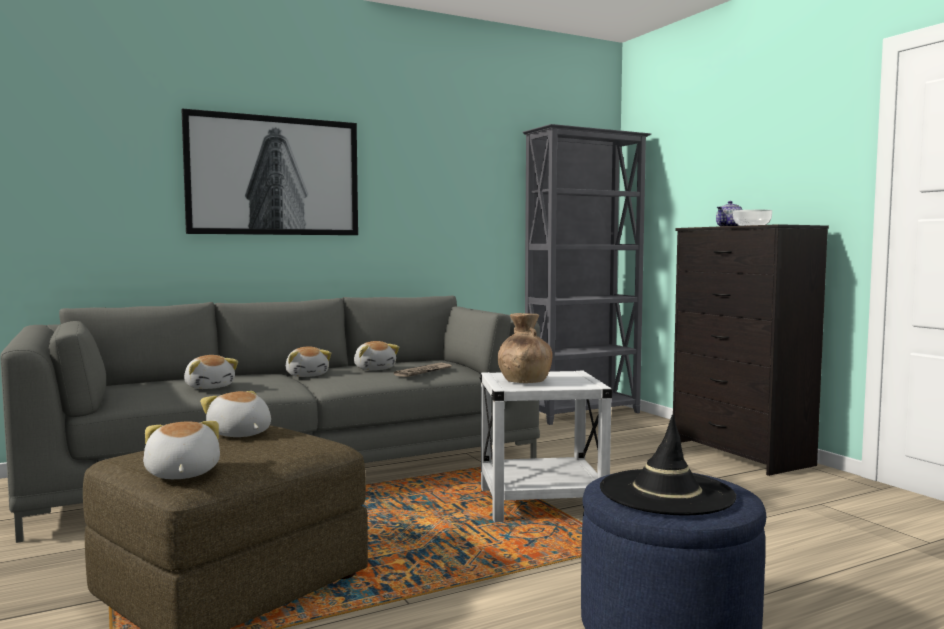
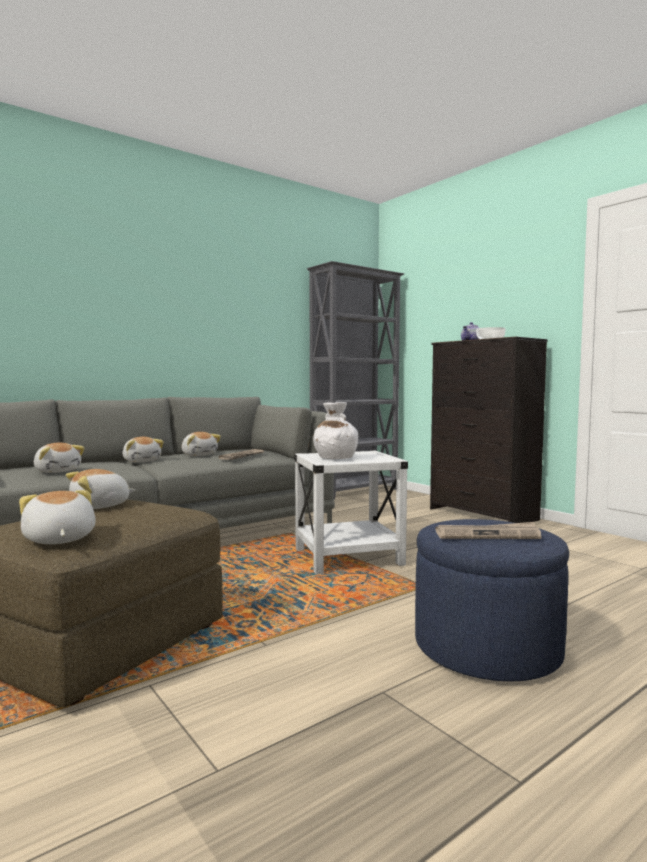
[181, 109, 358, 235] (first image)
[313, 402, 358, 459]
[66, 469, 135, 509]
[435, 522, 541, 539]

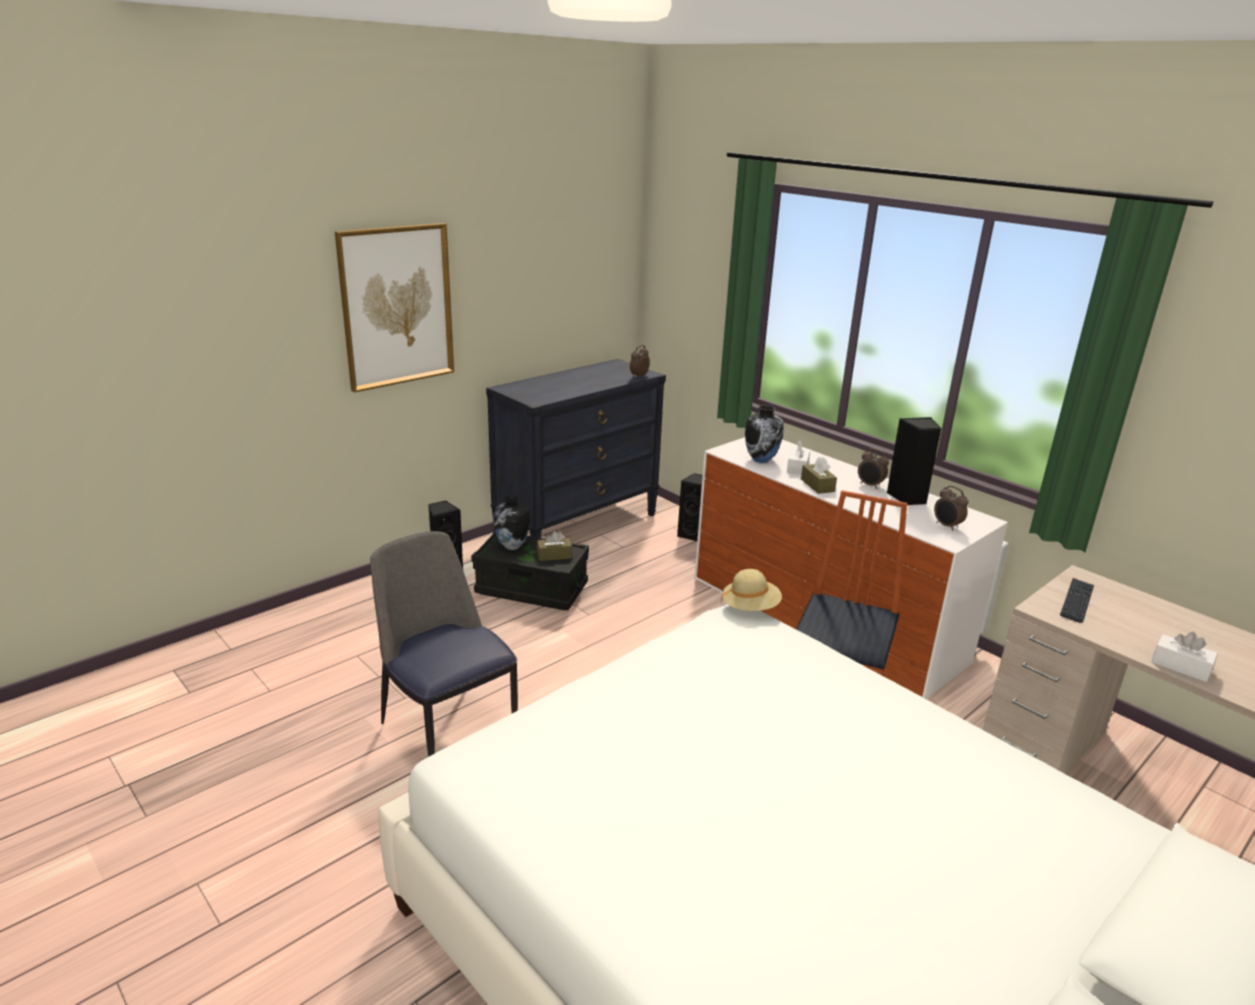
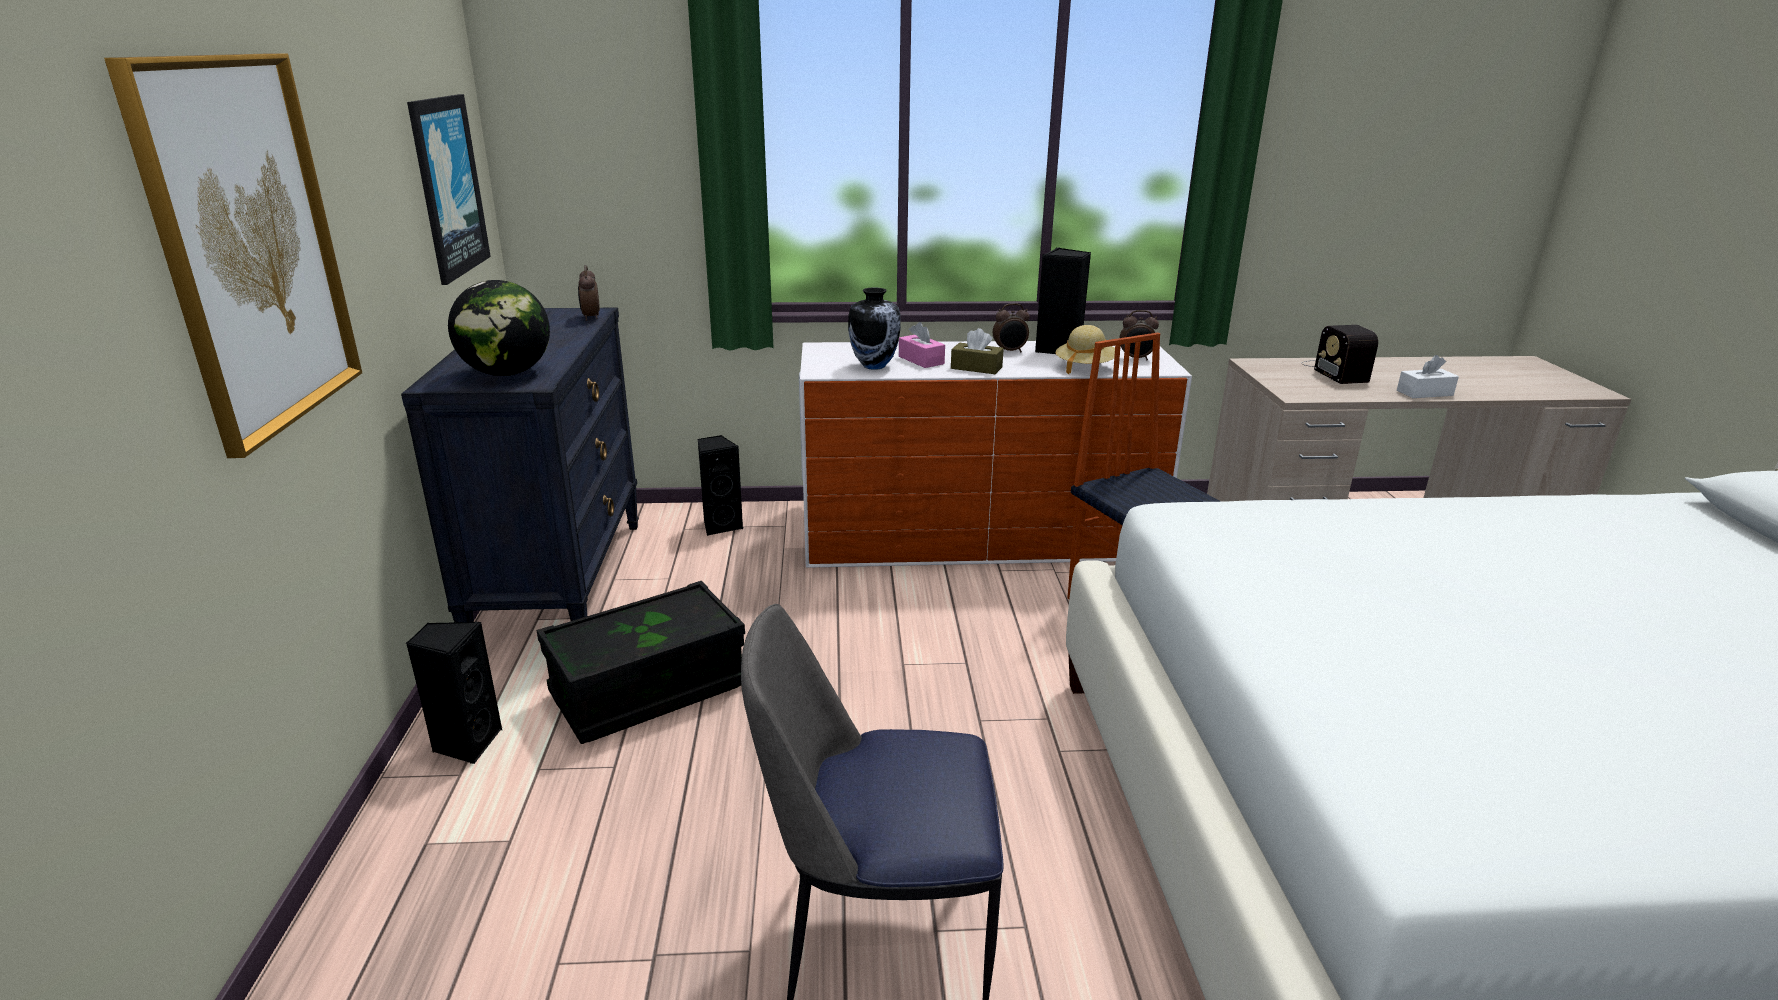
[899, 322, 945, 368]
[494, 495, 530, 550] (first image)
[537, 531, 572, 561] (first image)
[1056, 325, 1115, 374]
[1060, 578, 1094, 623] (first image)
[407, 94, 491, 285]
[448, 280, 550, 376]
[1301, 325, 1378, 384]

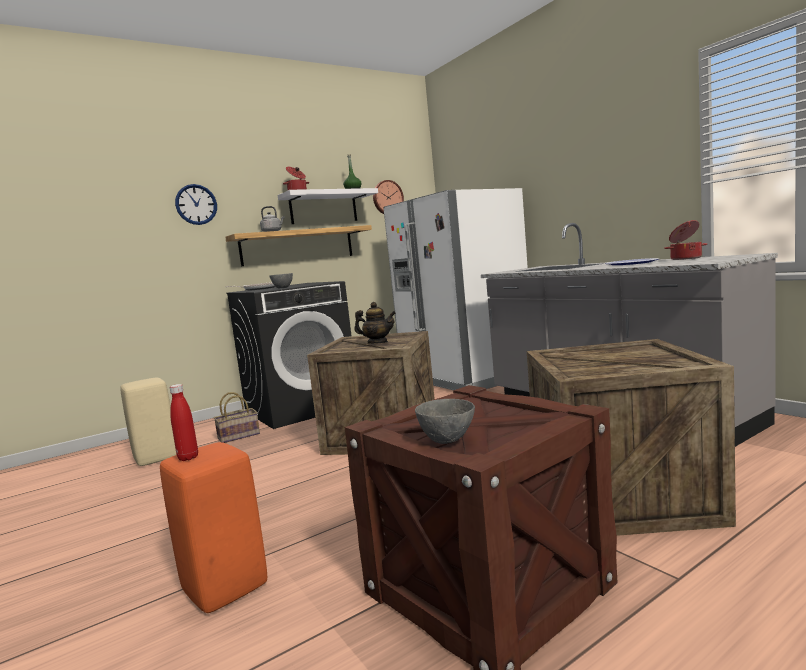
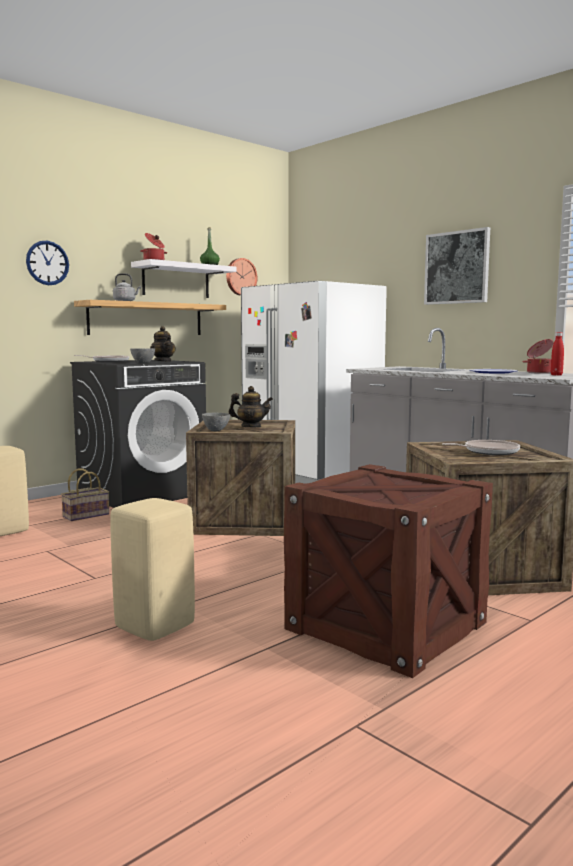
[551, 332, 564, 376]
[202, 413, 230, 431]
[110, 498, 195, 641]
[424, 227, 490, 305]
[150, 326, 176, 362]
[443, 440, 520, 455]

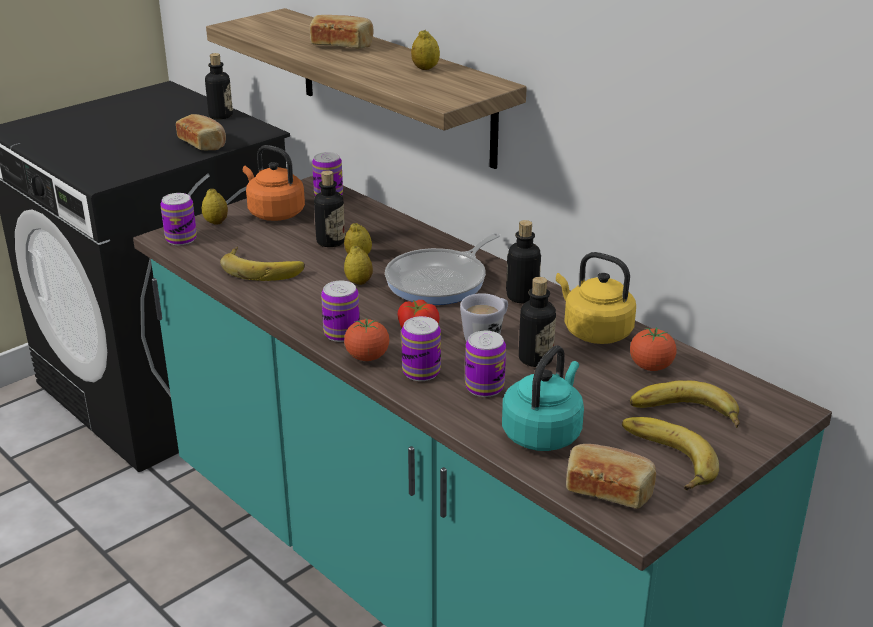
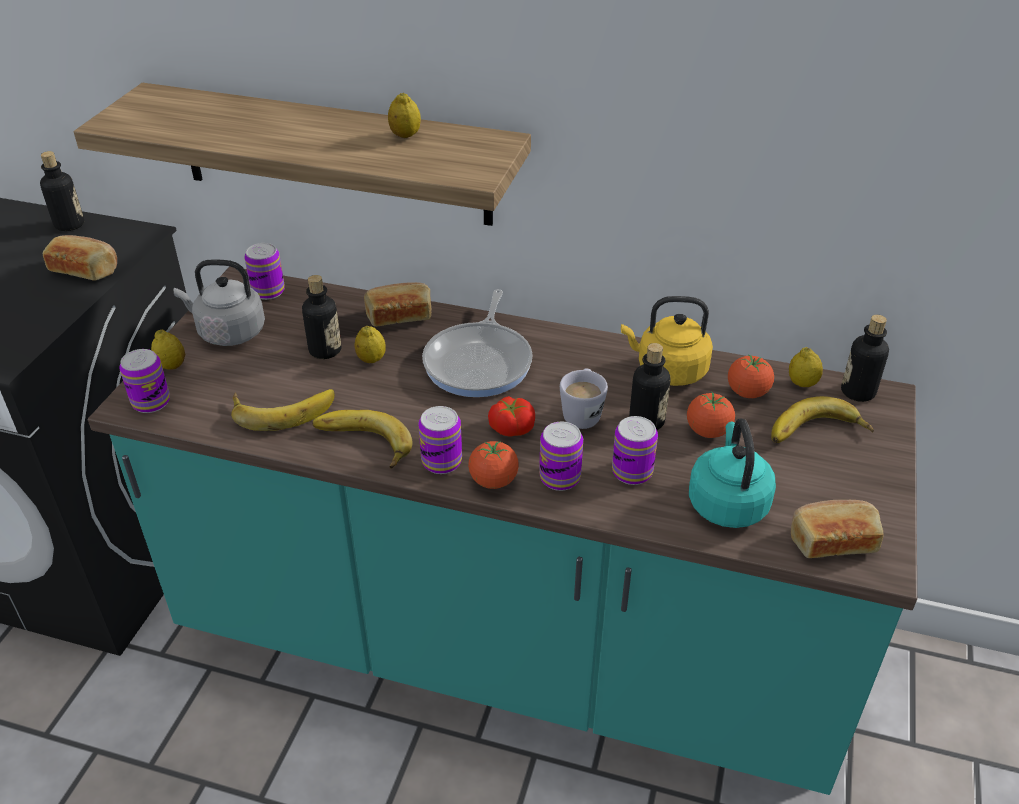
[364, 282, 431, 327]
[174, 260, 265, 346]
[841, 315, 889, 402]
[789, 347, 823, 387]
[312, 410, 413, 469]
[687, 392, 735, 438]

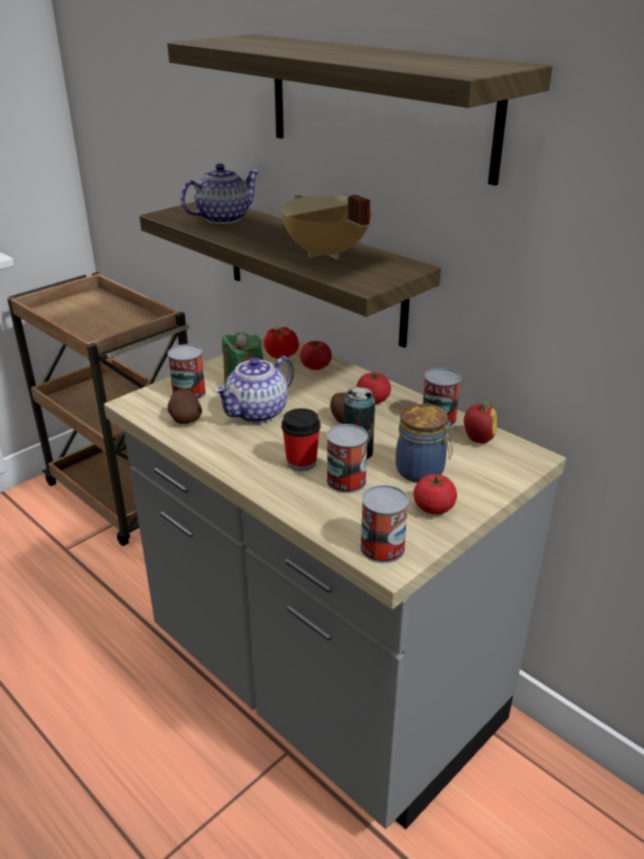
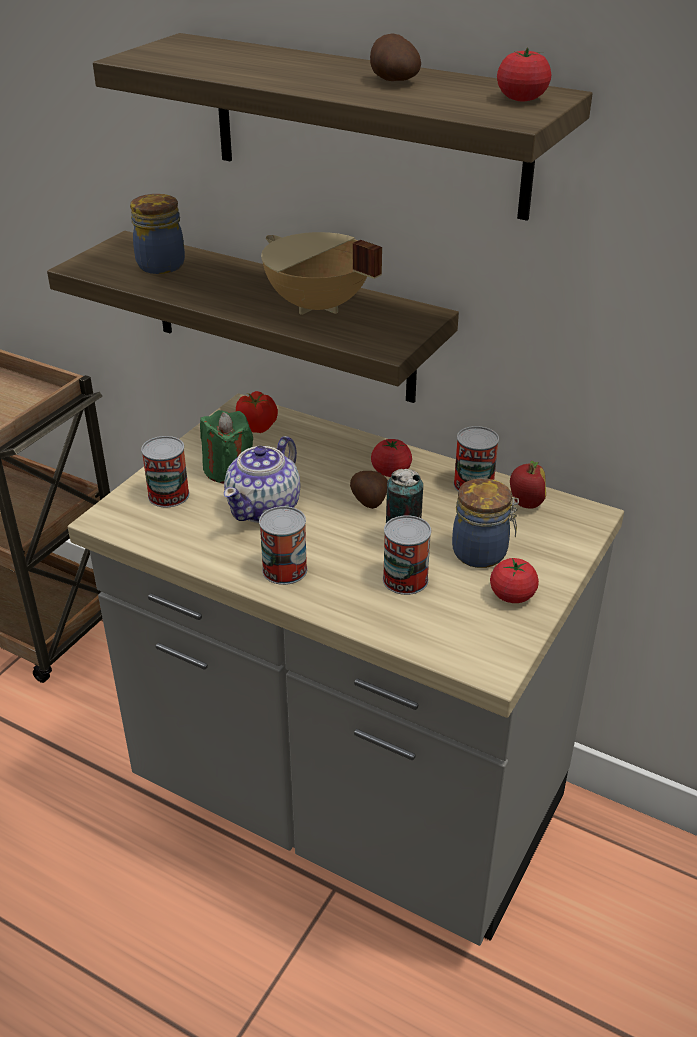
[130, 194, 185, 274]
[497, 48, 551, 102]
[370, 34, 421, 81]
[281, 408, 321, 471] (first image)
[259, 506, 307, 585]

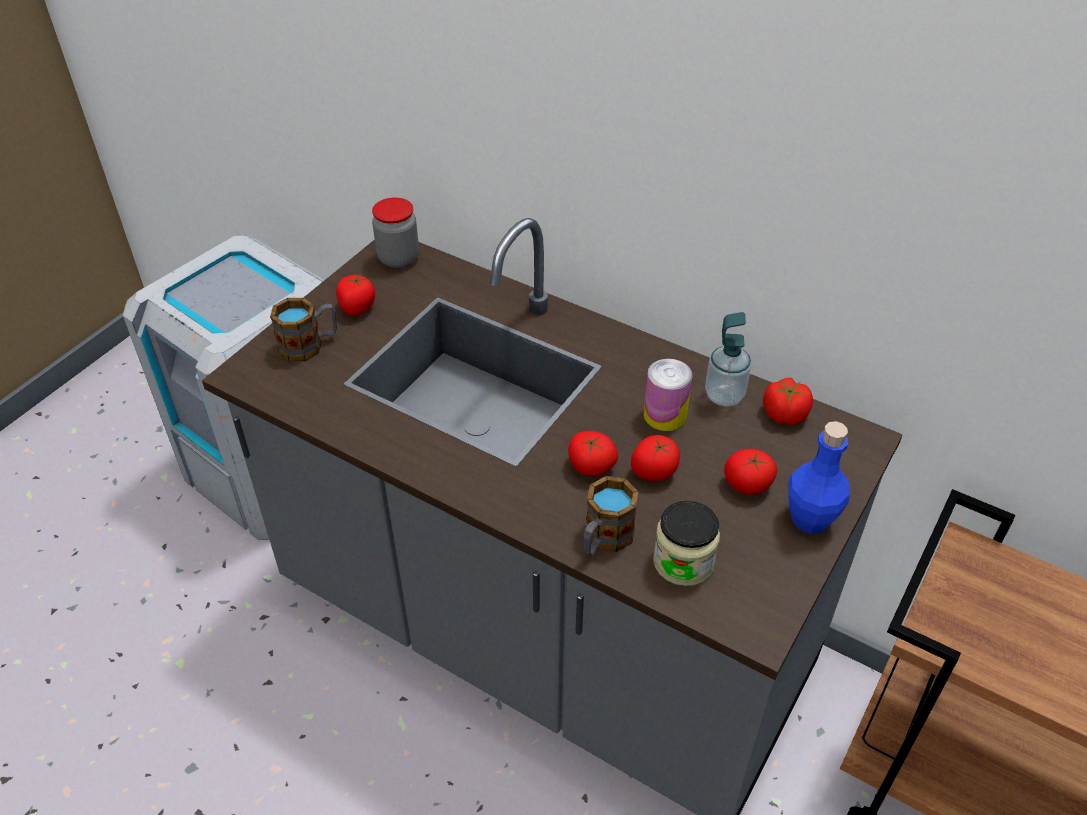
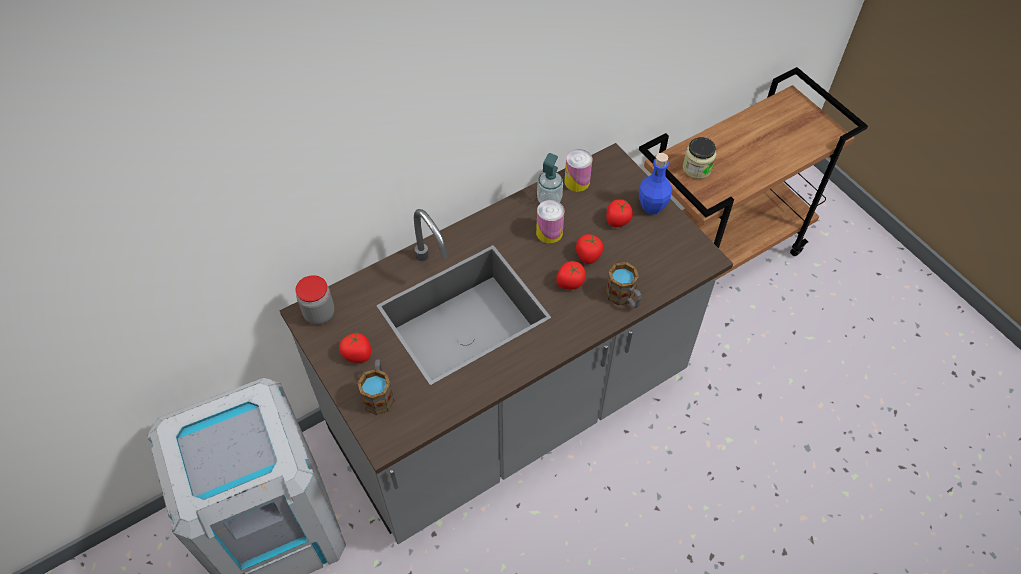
[565, 149, 592, 192]
[683, 137, 716, 179]

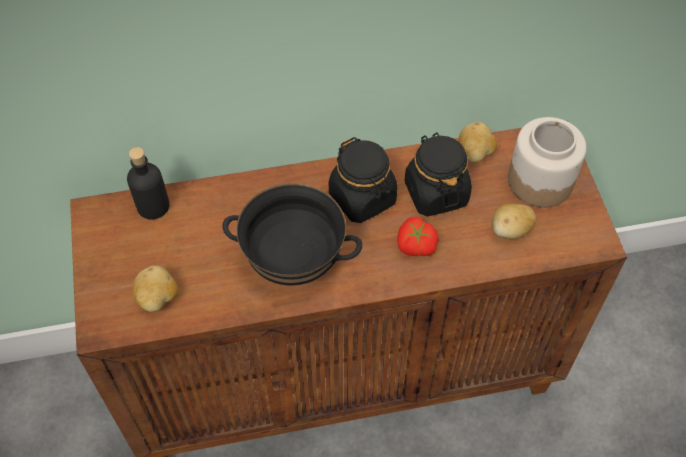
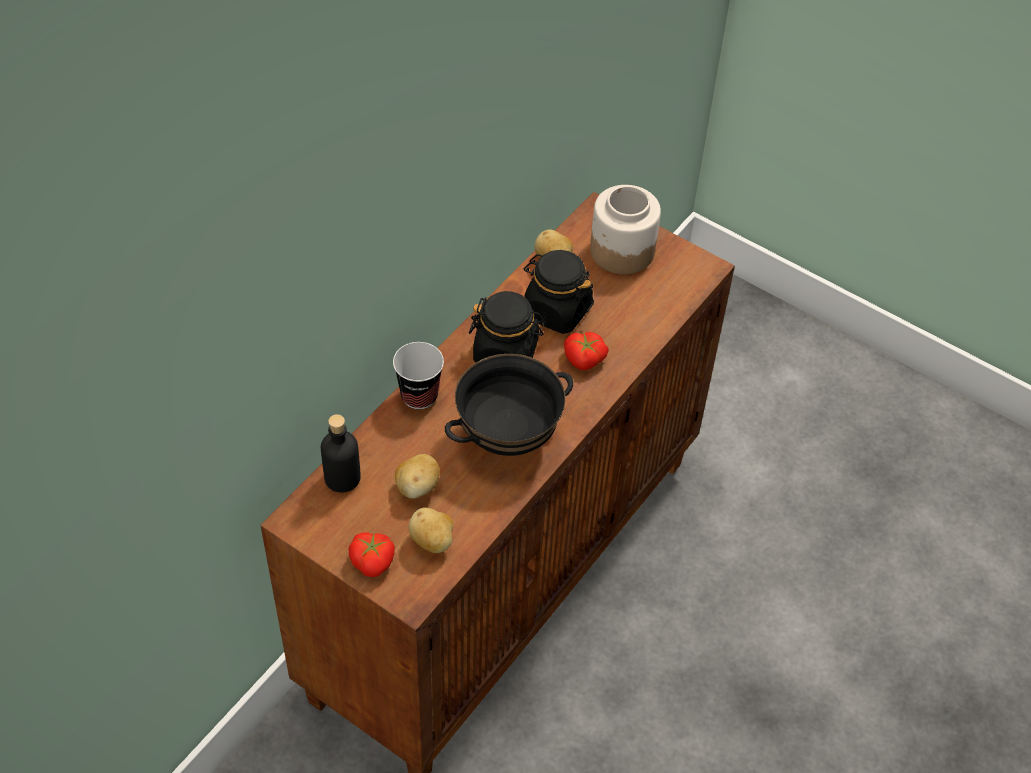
[395, 454, 440, 499]
[393, 342, 444, 409]
[349, 532, 395, 577]

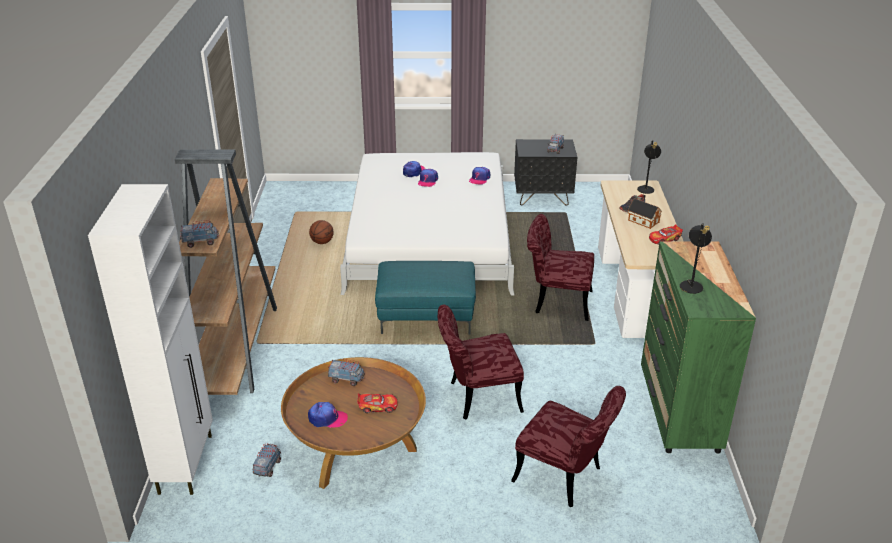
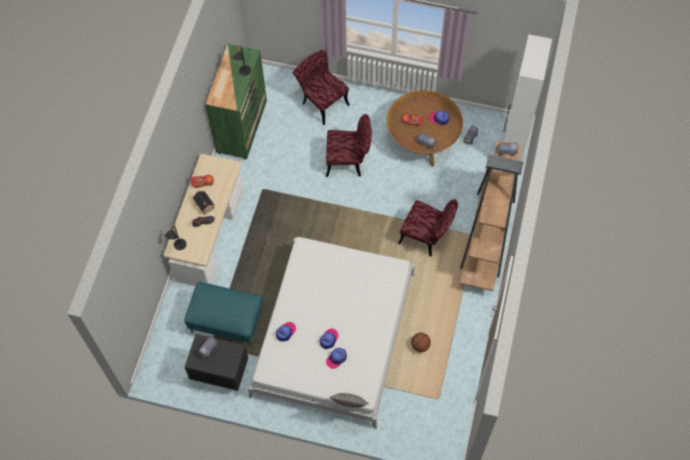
[398, 199, 458, 256]
[184, 282, 263, 346]
[330, 393, 369, 408]

